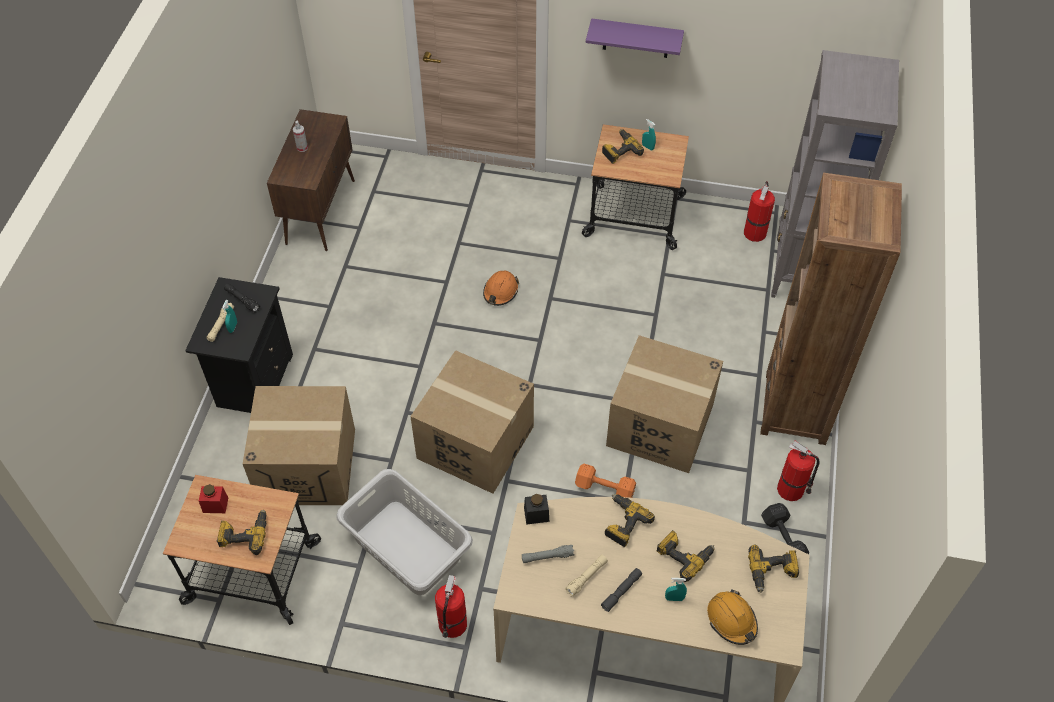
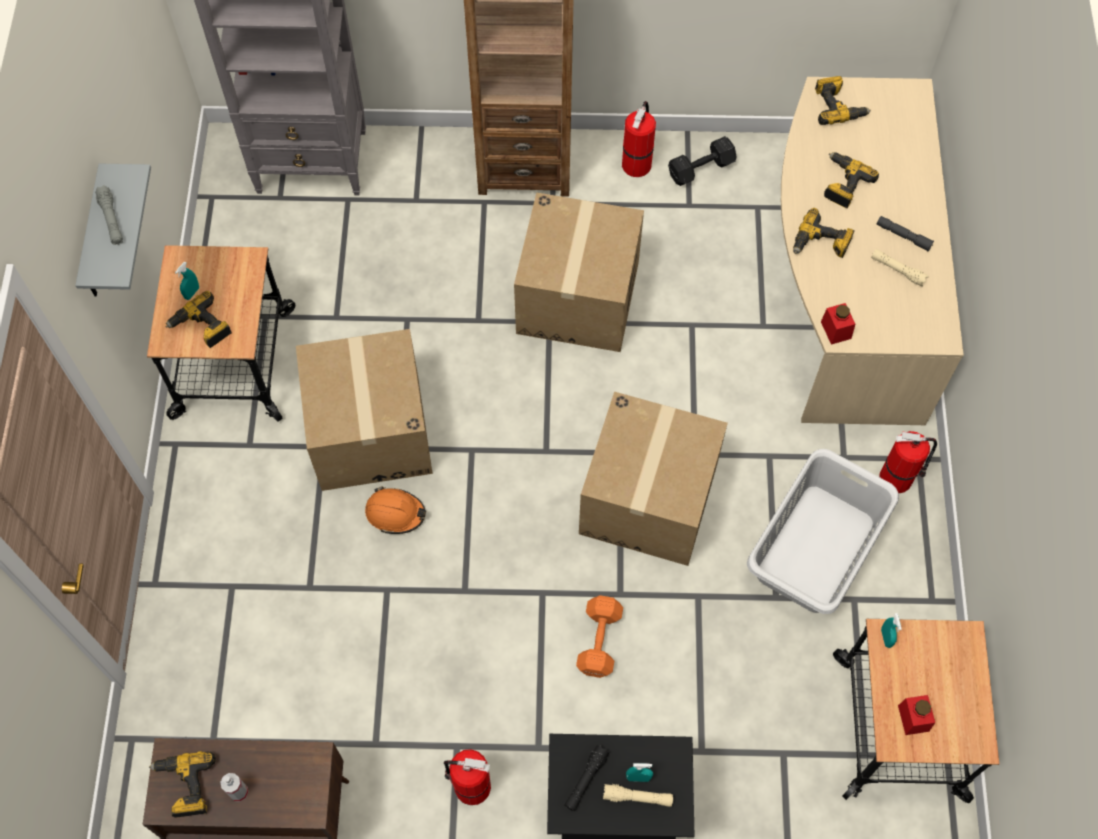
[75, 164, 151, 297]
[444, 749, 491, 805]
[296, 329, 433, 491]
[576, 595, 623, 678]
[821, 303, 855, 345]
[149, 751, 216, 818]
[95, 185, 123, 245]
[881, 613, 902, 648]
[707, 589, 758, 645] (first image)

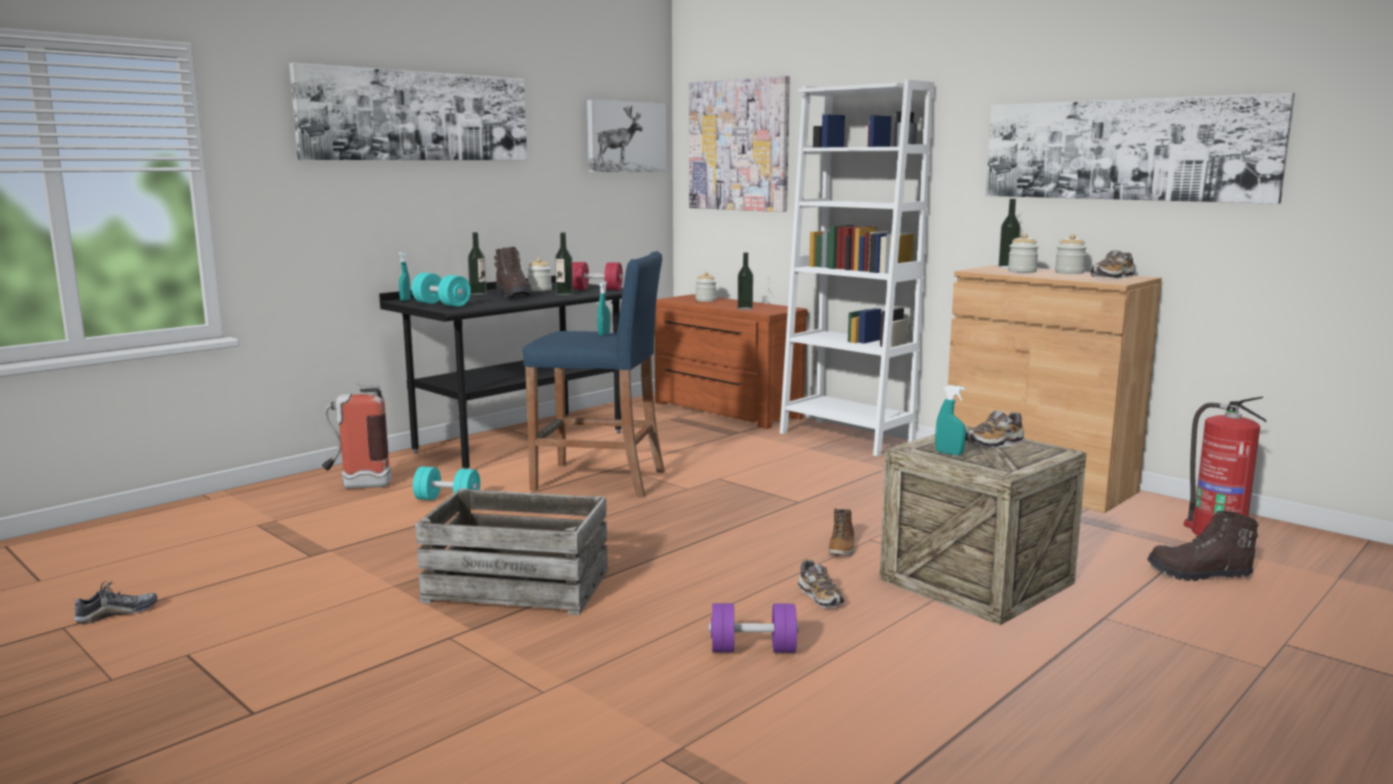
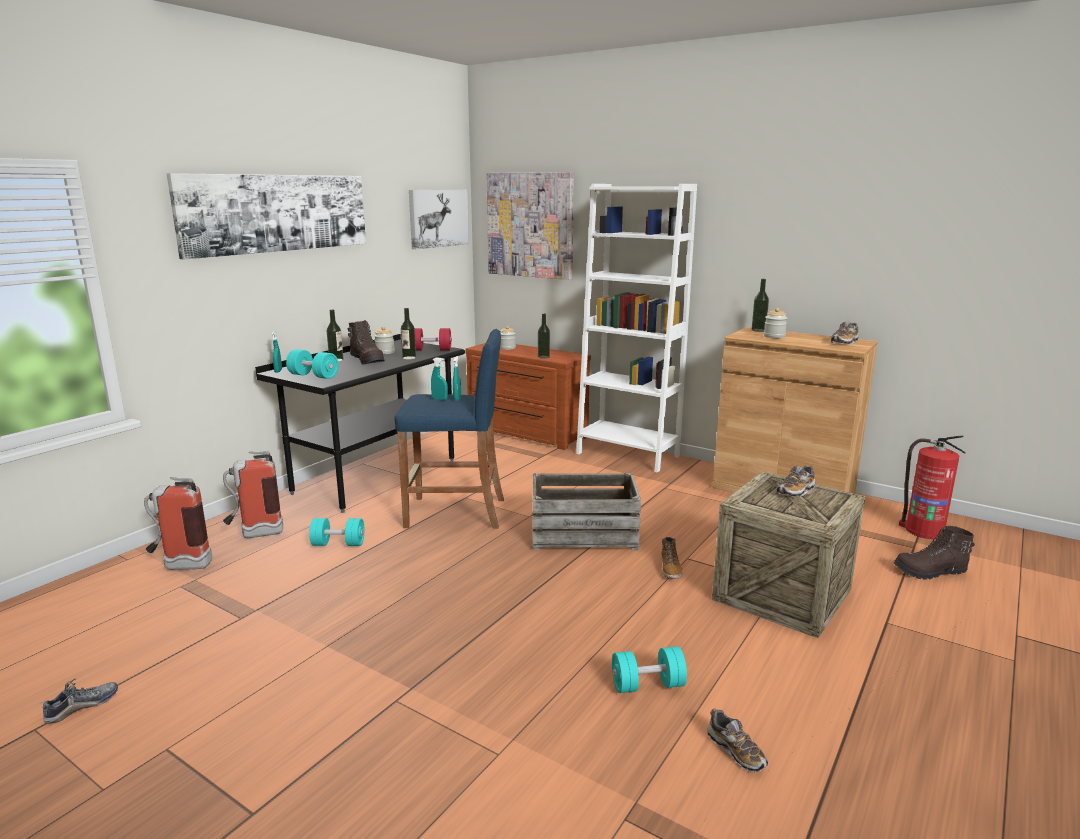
[986, 93, 1295, 204] (first image)
[1055, 234, 1087, 274] (first image)
[431, 357, 448, 400]
[533, 473, 641, 550]
[708, 708, 768, 773]
[612, 646, 687, 693]
[144, 477, 213, 570]

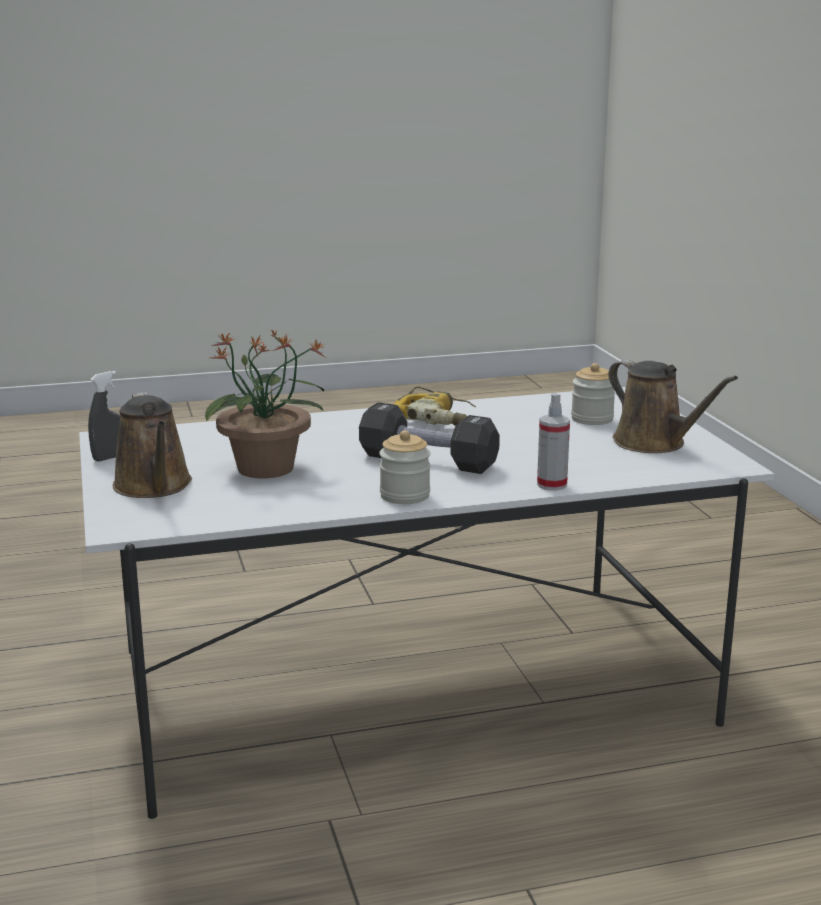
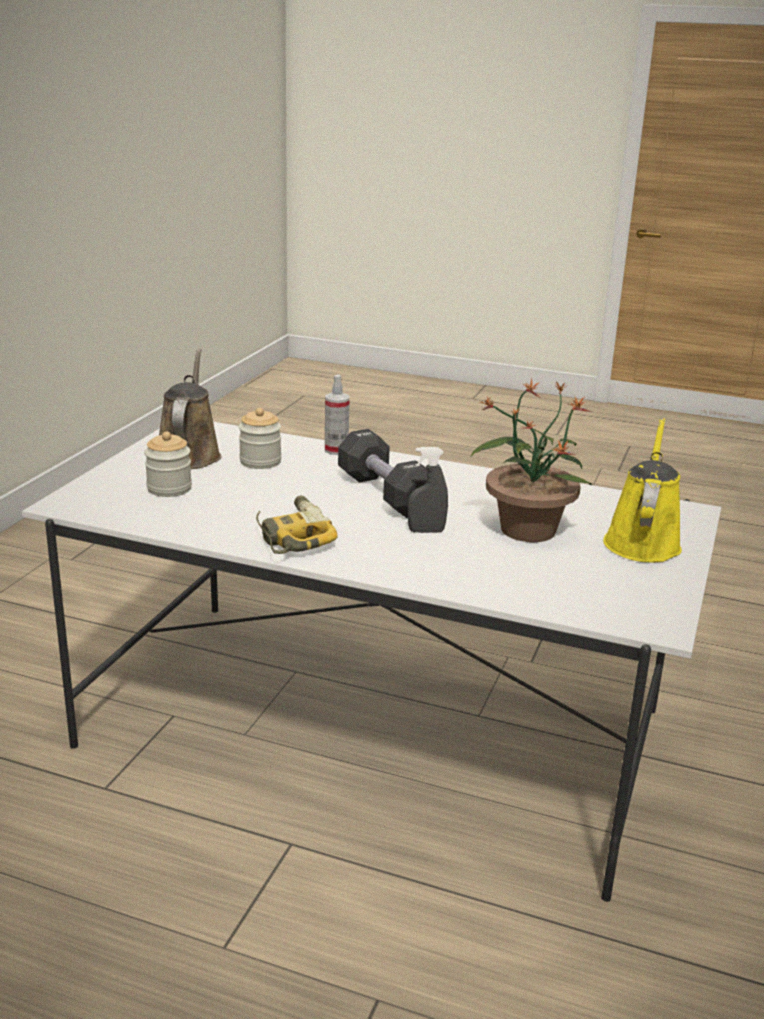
[408, 447, 448, 533]
[603, 418, 682, 563]
[239, 408, 282, 469]

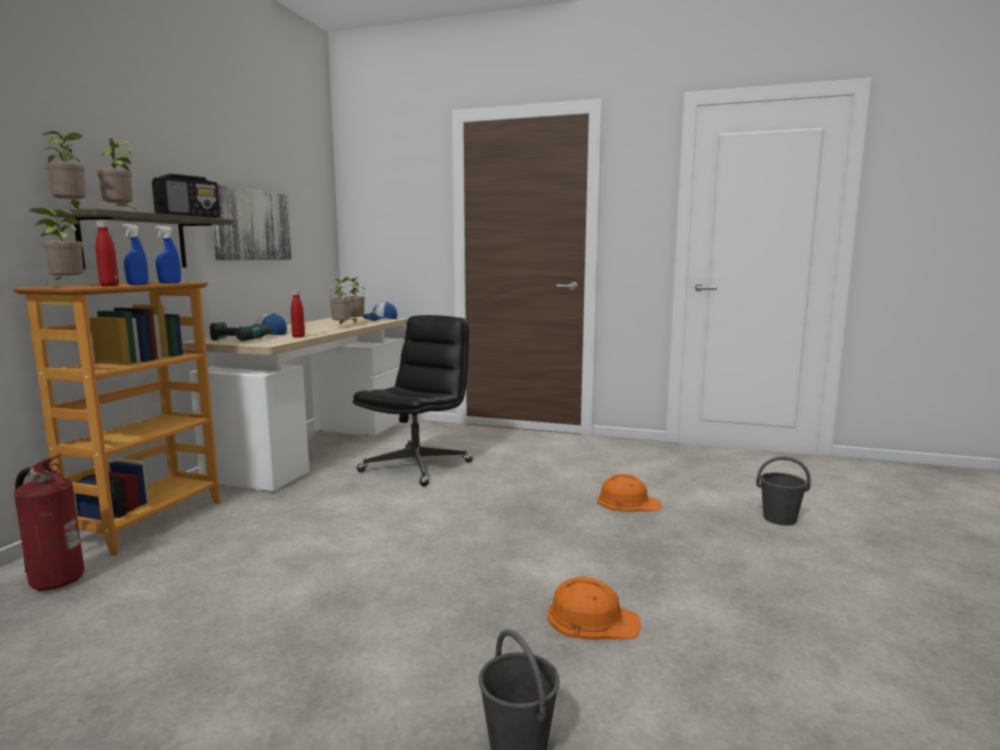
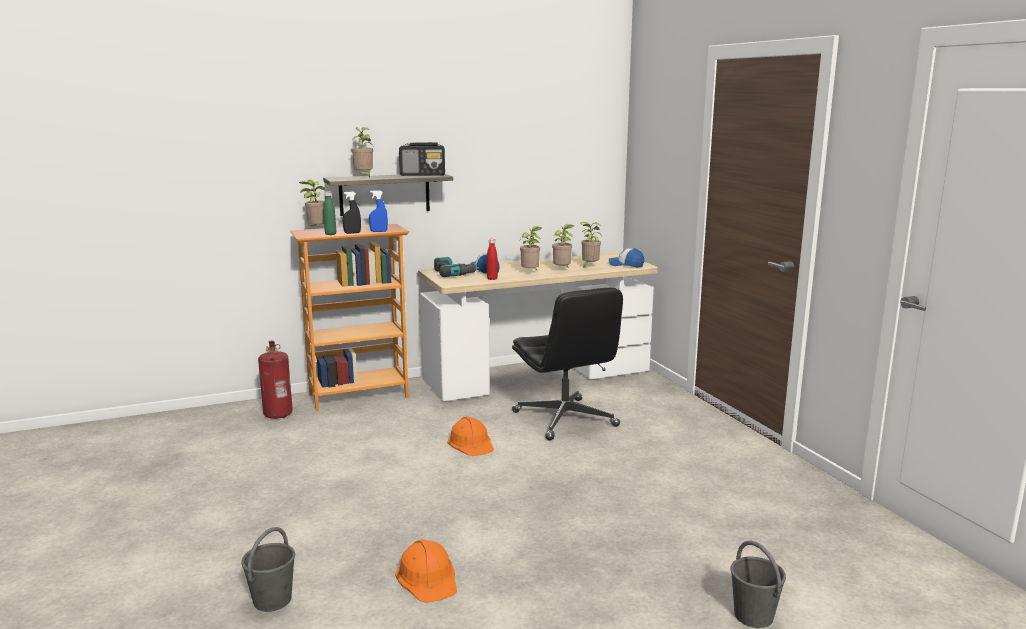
[520, 226, 542, 270]
[213, 184, 292, 260] (first image)
[324, 191, 336, 235]
[343, 192, 361, 234]
[512, 287, 623, 441]
[448, 416, 494, 456]

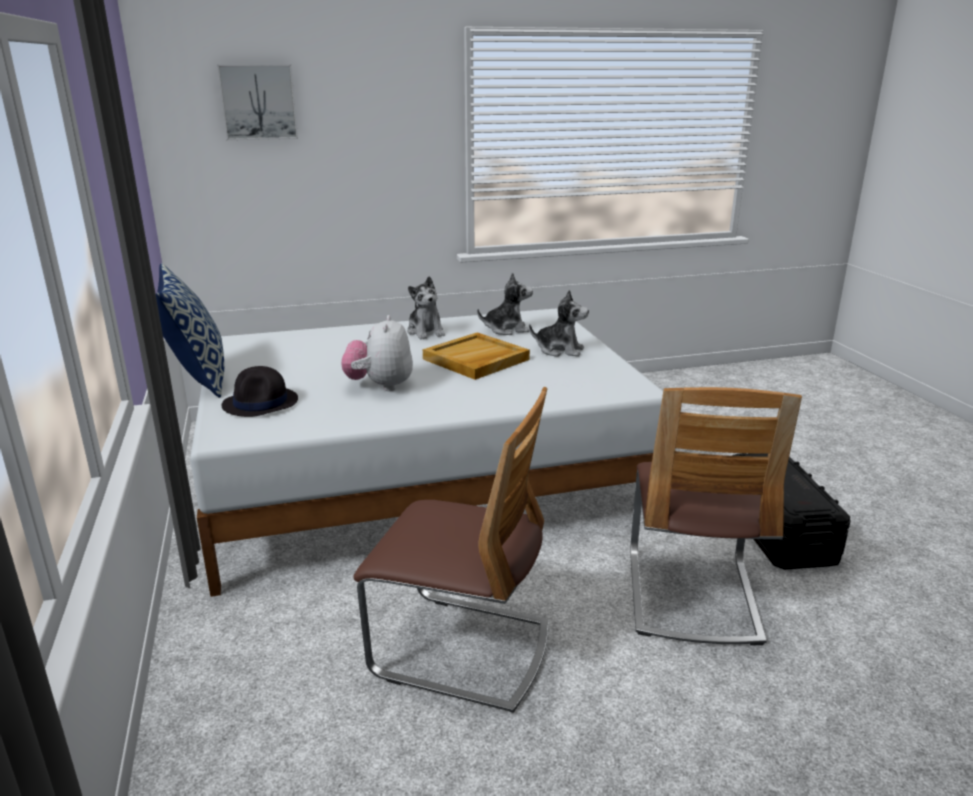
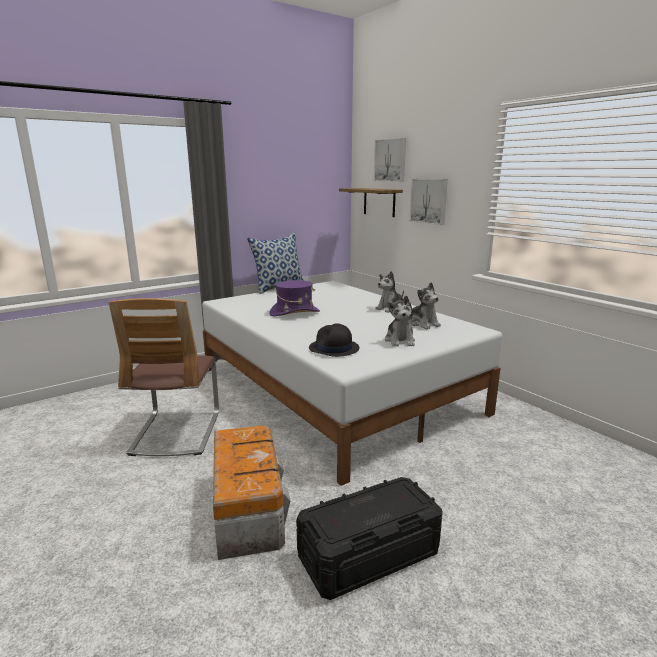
[269, 280, 320, 316]
[423, 332, 530, 380] (first image)
[309, 323, 359, 357]
[213, 425, 290, 560]
[409, 179, 448, 225]
[339, 188, 403, 217]

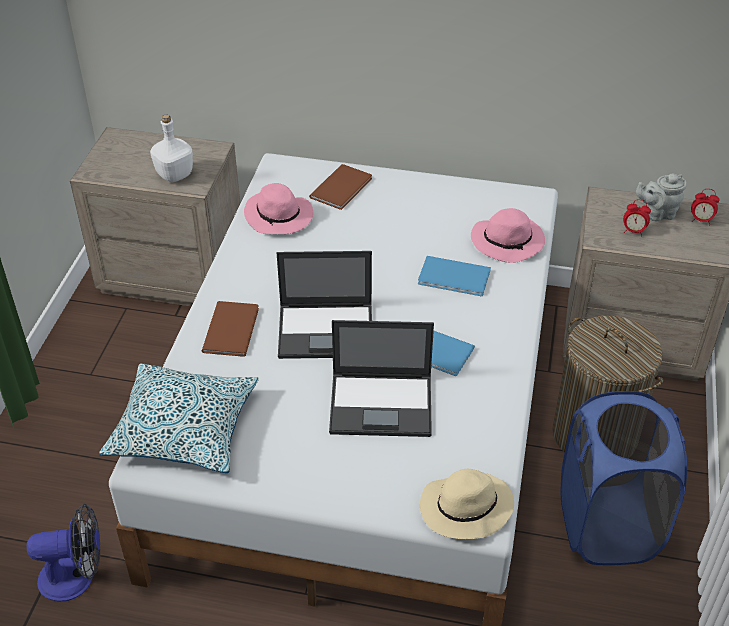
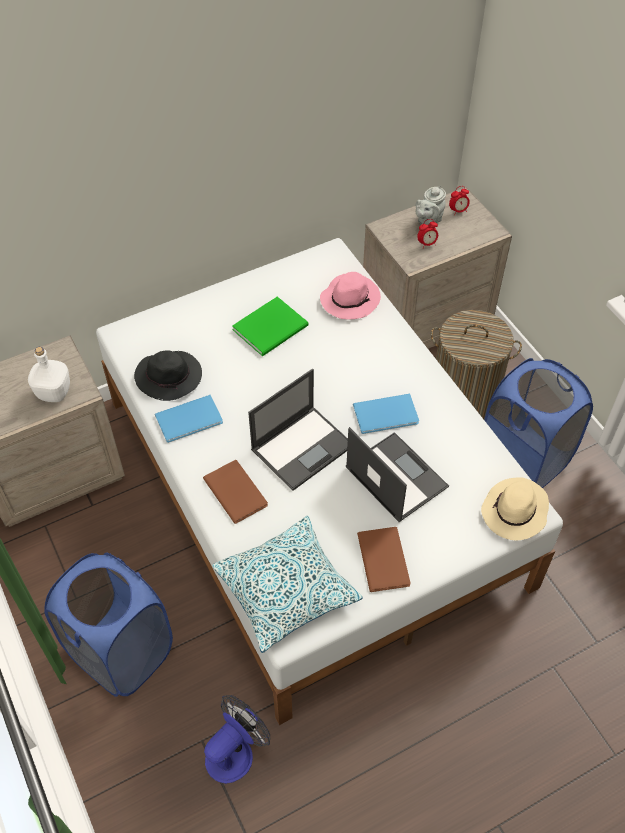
[357, 527, 410, 592]
[134, 350, 202, 401]
[155, 395, 223, 443]
[346, 427, 449, 522]
[232, 296, 308, 356]
[44, 553, 173, 697]

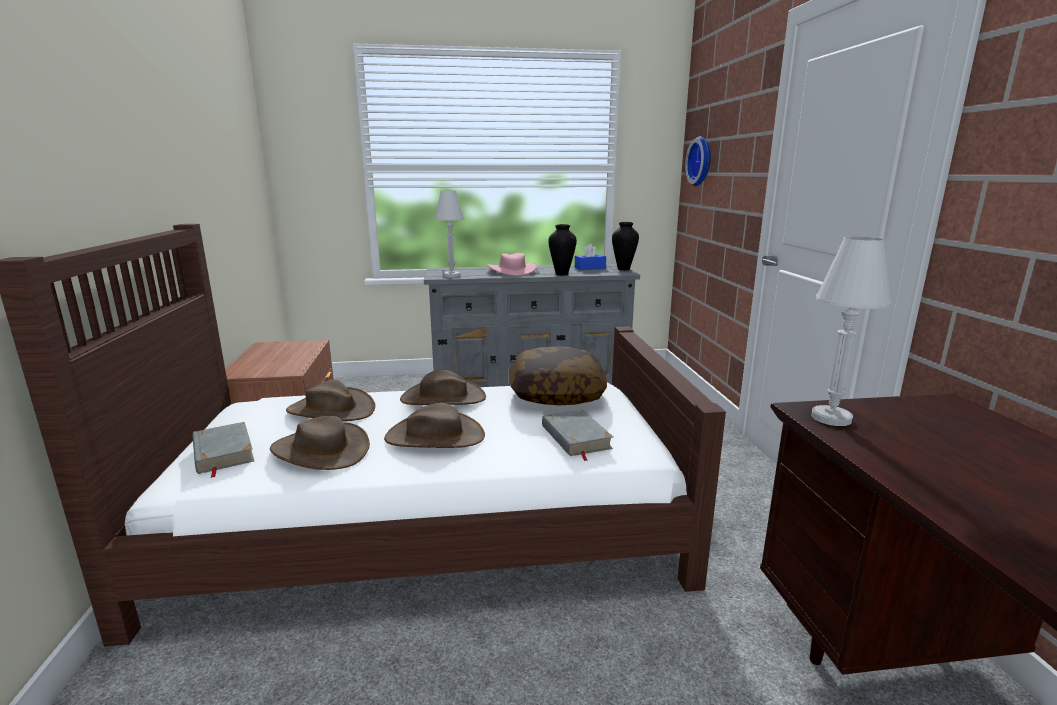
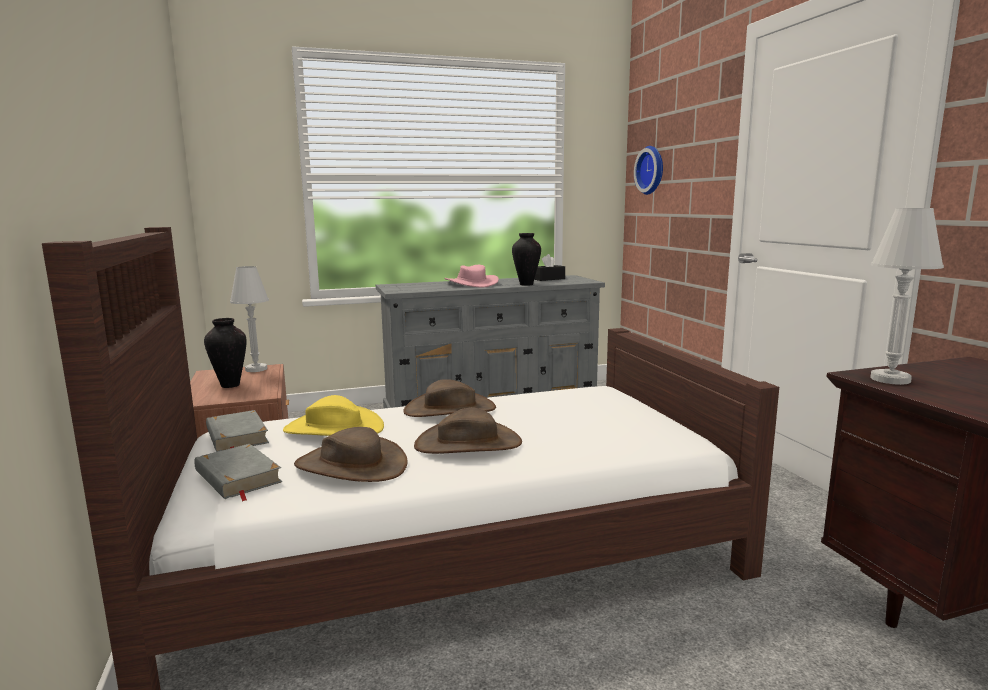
[230, 266, 269, 372]
[204, 318, 247, 388]
[534, 254, 565, 281]
[509, 346, 607, 405] (first image)
[283, 395, 384, 436]
[206, 410, 269, 452]

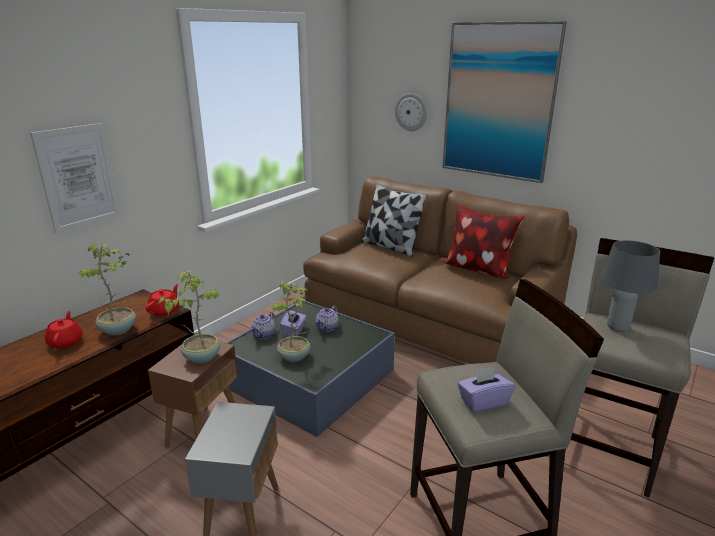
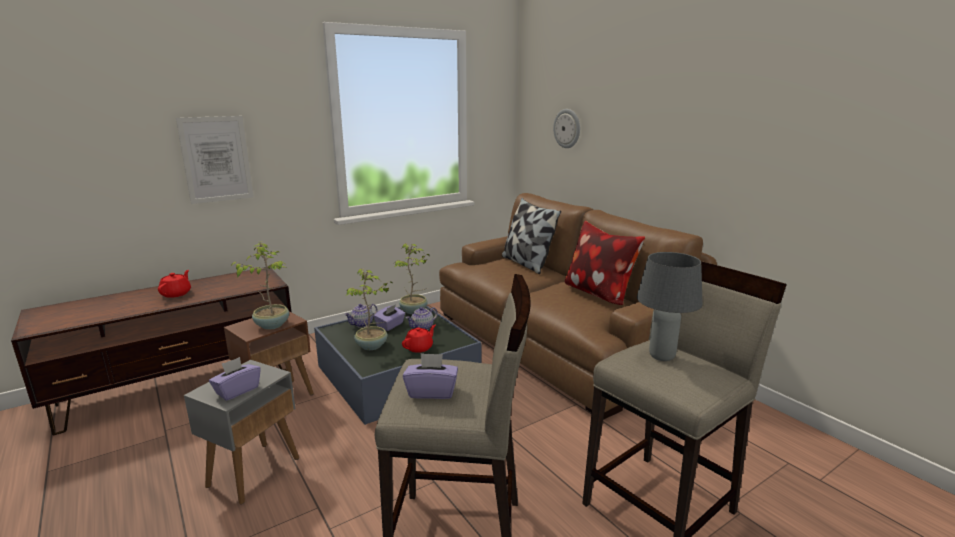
[442, 21, 567, 183] (first image)
[394, 243, 430, 314]
[402, 325, 436, 353]
[209, 357, 261, 401]

